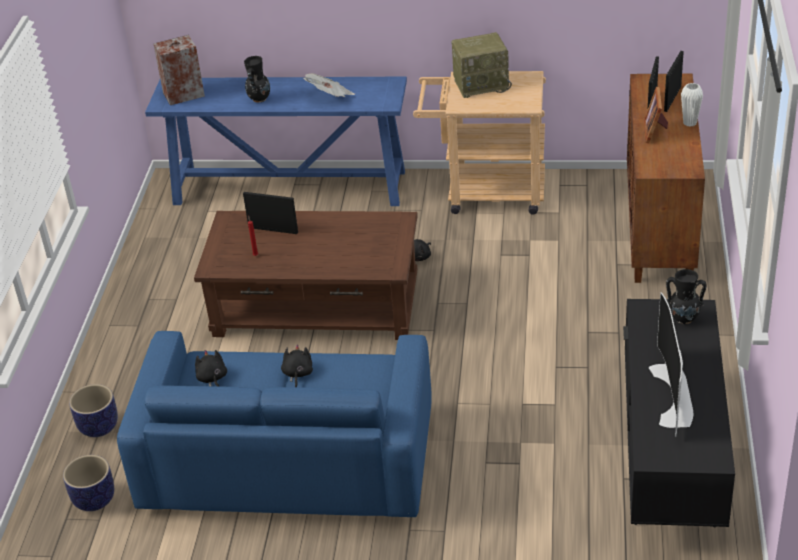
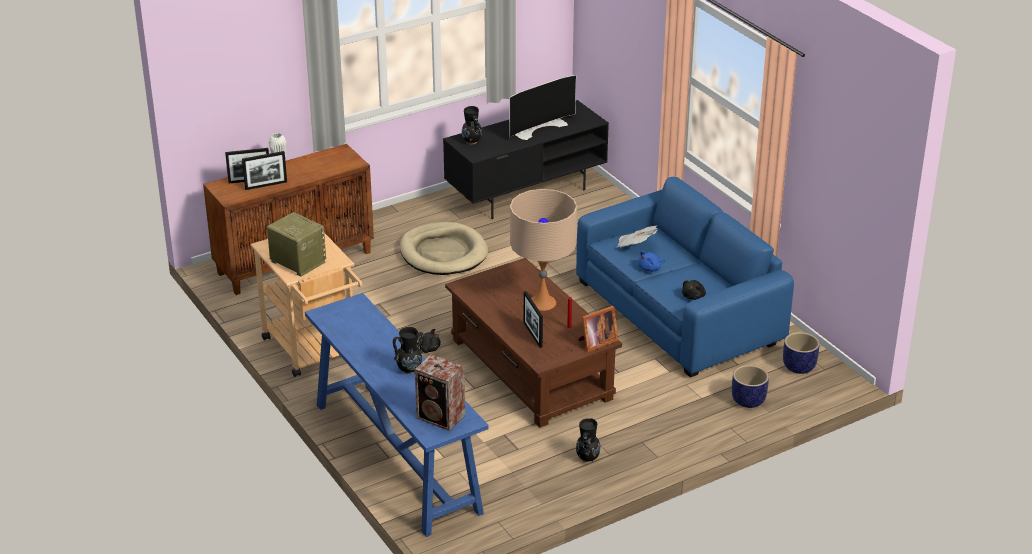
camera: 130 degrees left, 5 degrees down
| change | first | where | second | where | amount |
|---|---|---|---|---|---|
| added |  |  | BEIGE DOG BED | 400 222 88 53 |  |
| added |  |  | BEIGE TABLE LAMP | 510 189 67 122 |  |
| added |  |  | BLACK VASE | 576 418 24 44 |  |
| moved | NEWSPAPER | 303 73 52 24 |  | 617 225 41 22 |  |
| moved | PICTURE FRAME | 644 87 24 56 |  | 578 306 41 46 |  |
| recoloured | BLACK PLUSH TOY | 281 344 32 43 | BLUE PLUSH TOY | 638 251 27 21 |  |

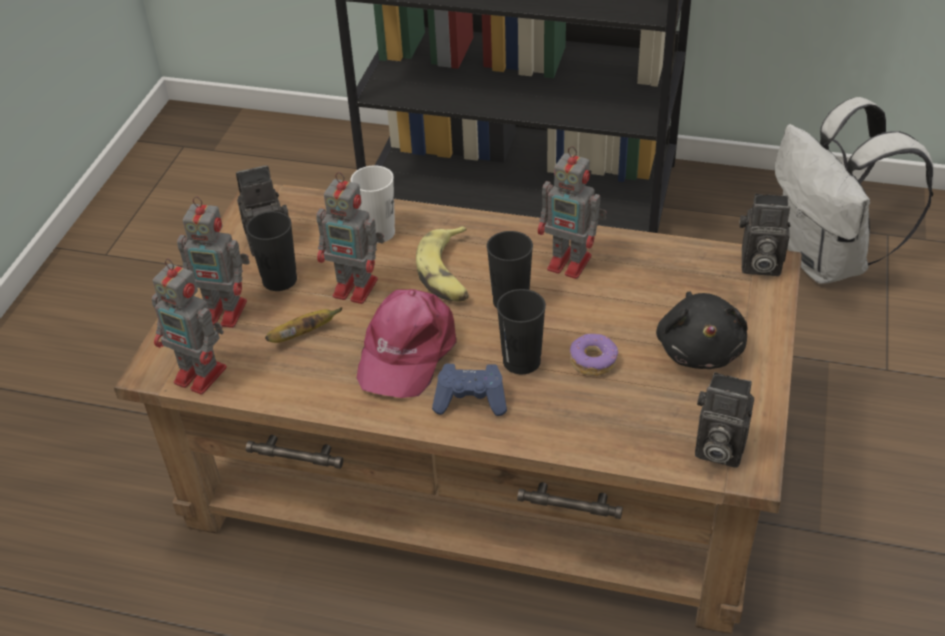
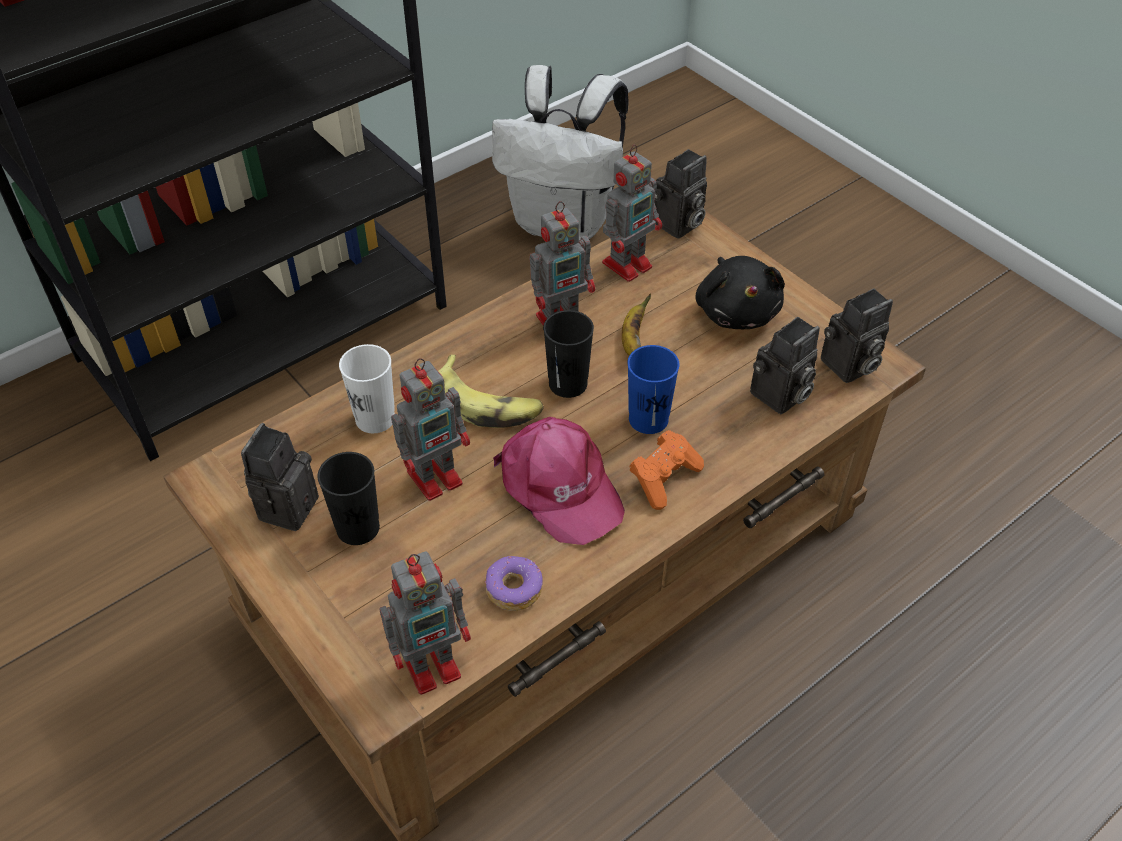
camera: 55 degrees left, 5 degrees up
| change | first | where | second | where | amount |
|---|---|---|---|---|---|
| added |  |  | PHOTO CAMERA | 750 317 70 97 |  |
| moved | TOY ROBOT | 177 196 73 132 |  | 602 145 60 137 |  |
| moved | BANANA | 265 307 78 36 |  | 622 294 29 62 |  |
| moved | DONUT | 570 334 49 42 |  | 485 556 58 55 |  |
| recoloured | BLUE GAME CONTROLLER | 432 364 75 52 | ORANGE GAME CONTROLLER | 629 430 75 80 |  |
| recoloured | BLACK CUP | 497 289 49 85 | BLUE CUP | 627 345 53 89 |  |
| turned | BLACK PLUSH TOY | 656 292 91 77 |  | 696 256 89 73 | 45 degrees clockwise |

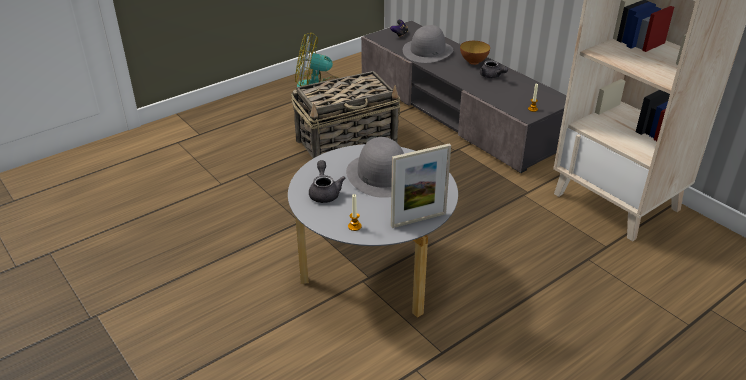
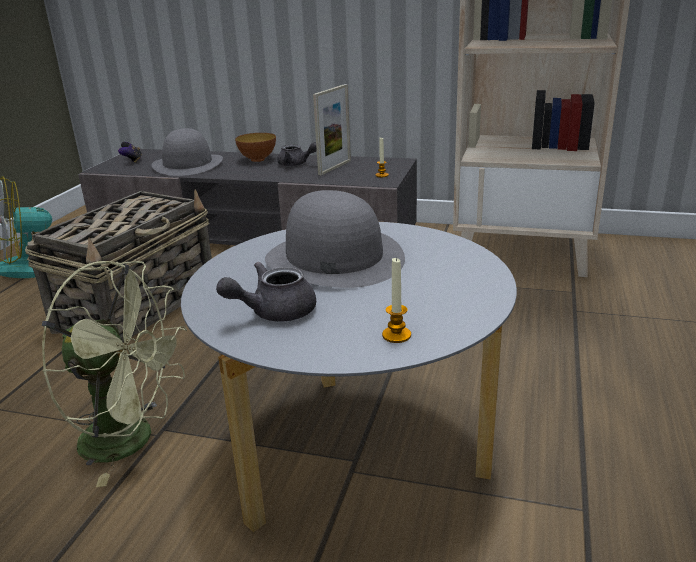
camera: 35 degrees left, 10 degrees down
| change | first | where | second | where | amount |
|---|---|---|---|---|---|
| added |  |  | GREEN FAN | 42 261 145 226 |  |
| moved | PICTURE FRAME | 391 143 60 85 |  | 313 84 38 91 |  |
| turned | GREY TEAPOT | 309 160 36 43 |  | 216 262 100 60 | 75 degrees counterclockwise |

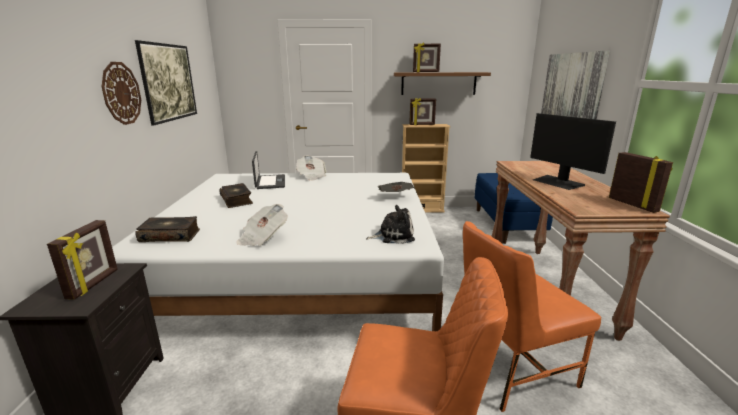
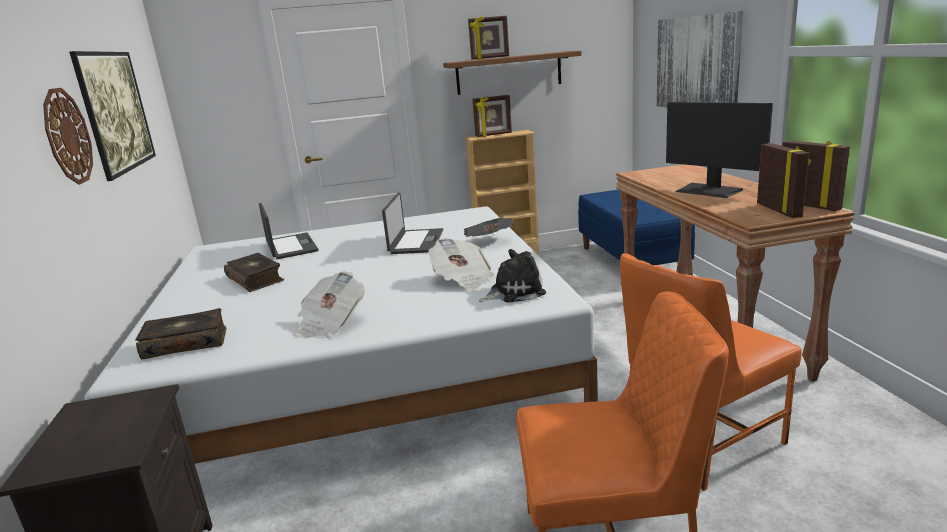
camera: 10 degrees left, 0 degrees up
| change | first | where | second | where | amount |
|---|---|---|---|---|---|
| added |  |  | LAPTOP | 382 192 61 62 |  |
| moved | PICTURE FRAME | 47 220 71 80 |  | 757 143 54 75 |  |
| moved | NEWSPAPER | 296 155 30 26 |  | 428 238 66 53 |  |

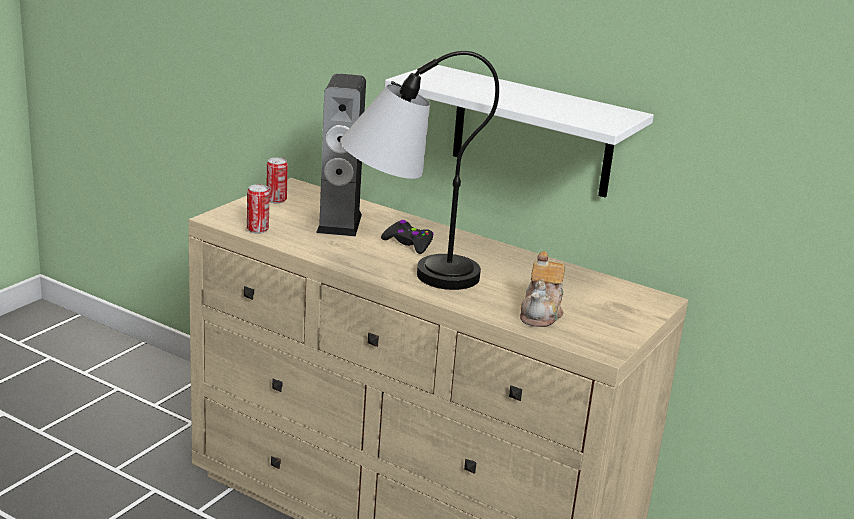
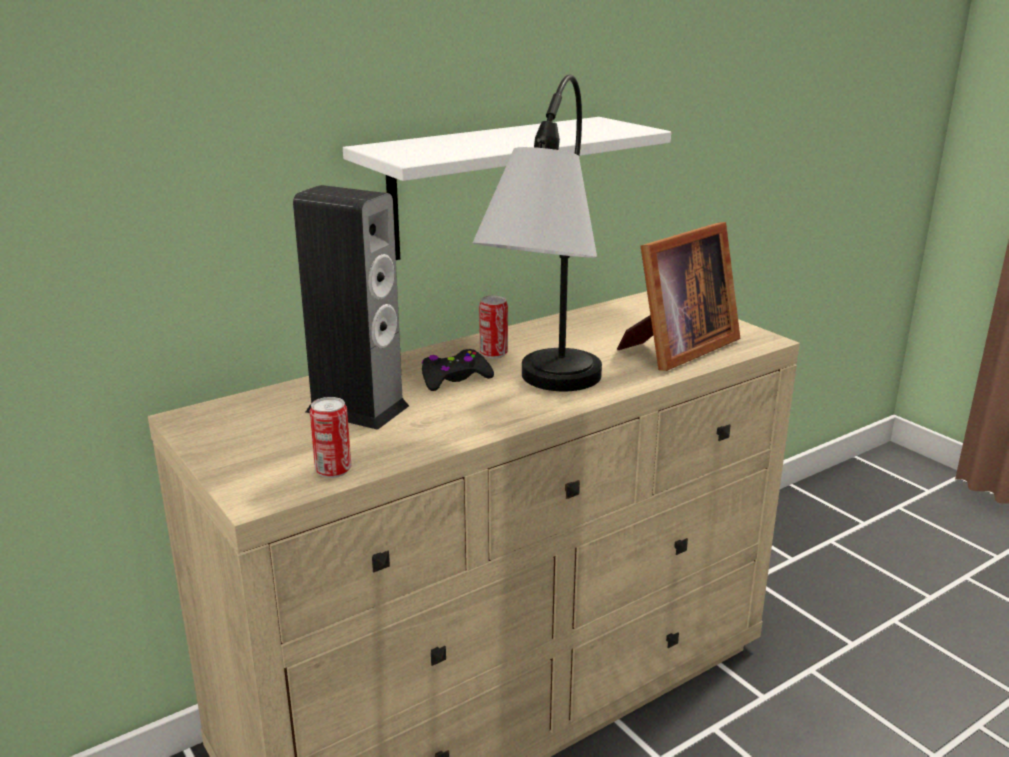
camera: 65 degrees left, 0 degrees up
| change | first | where | second | where | amount |
|---|---|---|---|---|---|
| moved | CAN | 267 158 21 46 |  | 479 295 29 63 |  |
| replaced | TEAPOT | 520 251 45 76 | PICTURE FRAME | 617 222 123 149 |  |

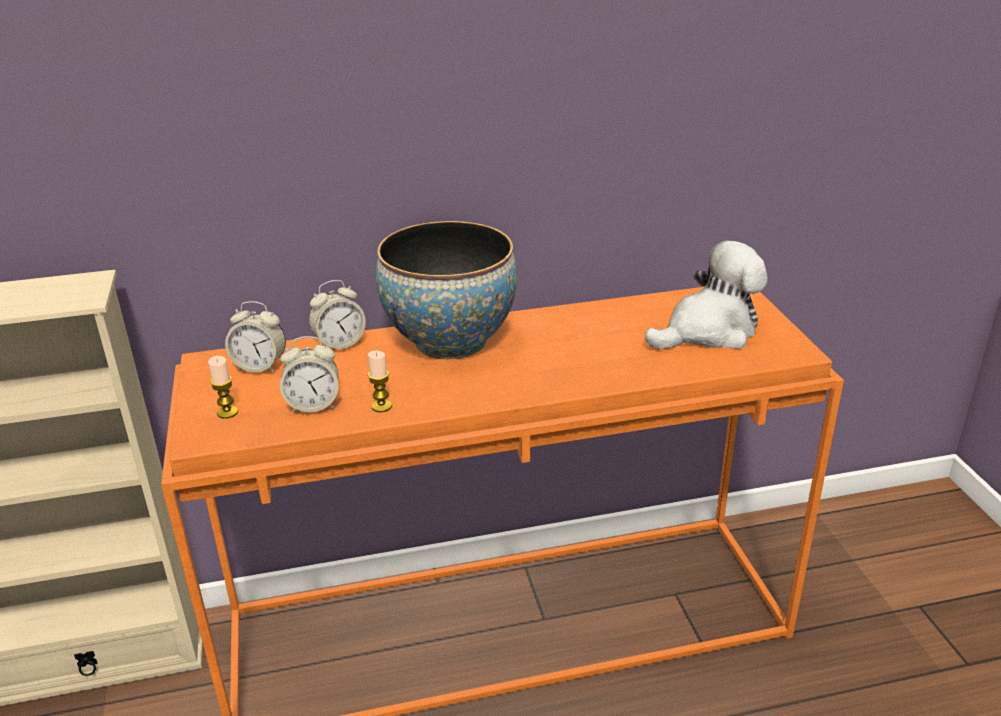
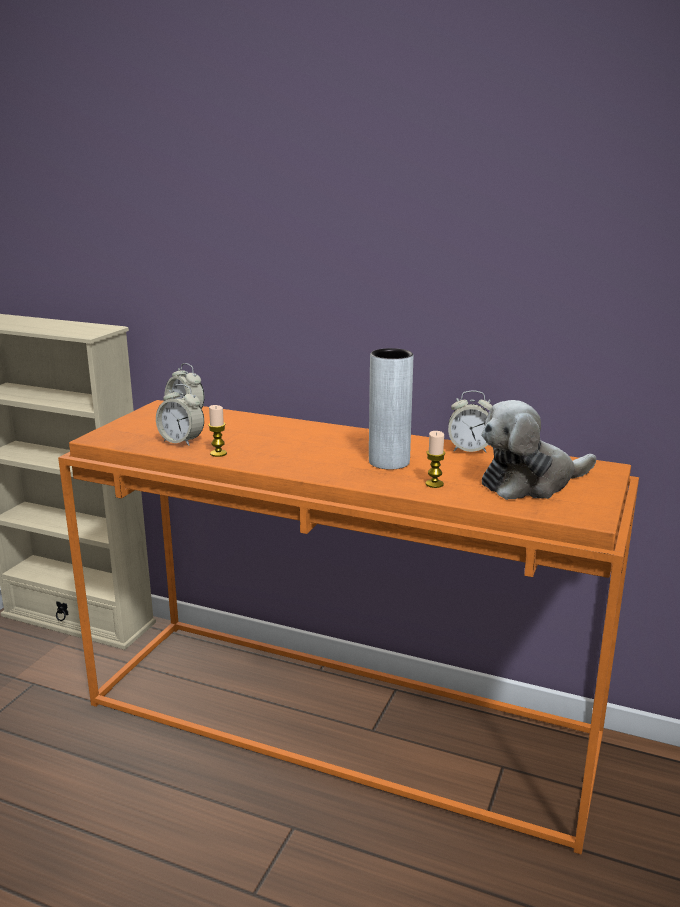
camera: 35 degrees right, 10 degrees down
| change | first | where | second | where | amount |
|---|---|---|---|---|---|
| removed | BOWL | 376 221 141 138 |  |  |  |
| added |  |  | GREY VASE | 369 348 44 122 |  |
| moved | CANDLE | 208 356 30 63 |  | 426 431 19 57 |  |
| moved | ALARM CLOCK | 309 280 57 69 |  | 448 391 44 61 |  |
| turned | PLUSH TOY | 645 241 123 108 |  | 482 400 114 100 | 150 degrees clockwise |

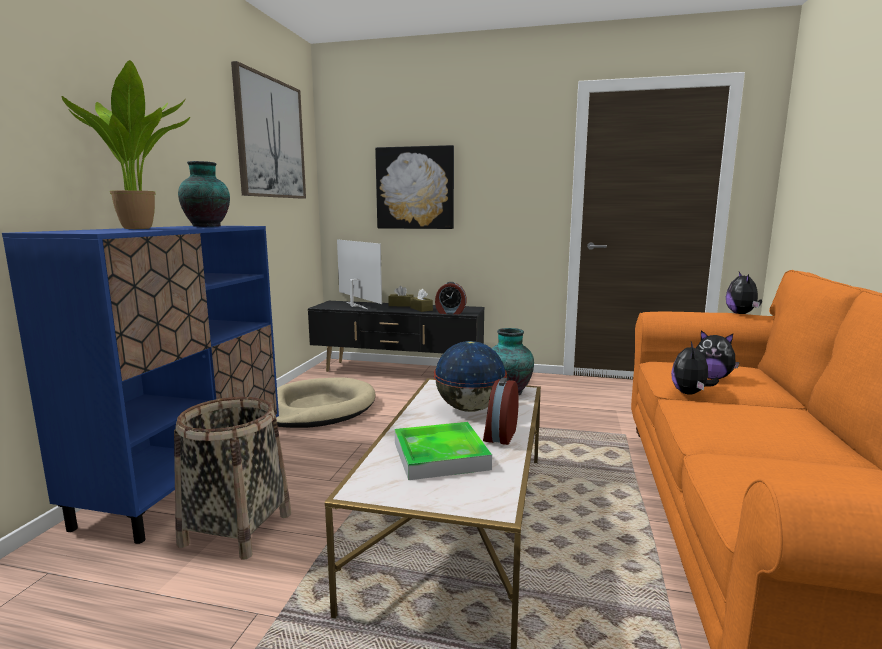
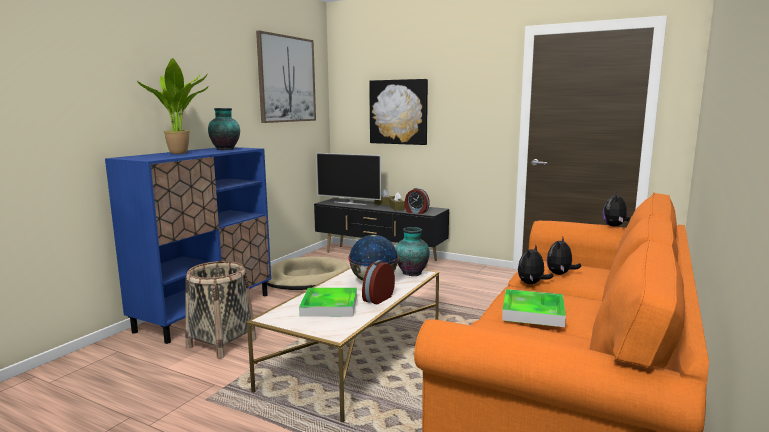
camera: 15 degrees right, 0 degrees up
| change | first | where | second | where | amount |
|---|---|---|---|---|---|
| added |  |  | TRAY | 502 289 64 38 |  |
| turned | TELEVISION | 337 239 45 70 |  | 316 153 65 52 | 135 degrees clockwise |
| turned | PLUSH TOY | 696 330 44 49 |  | 547 237 34 38 | 75 degrees clockwise |

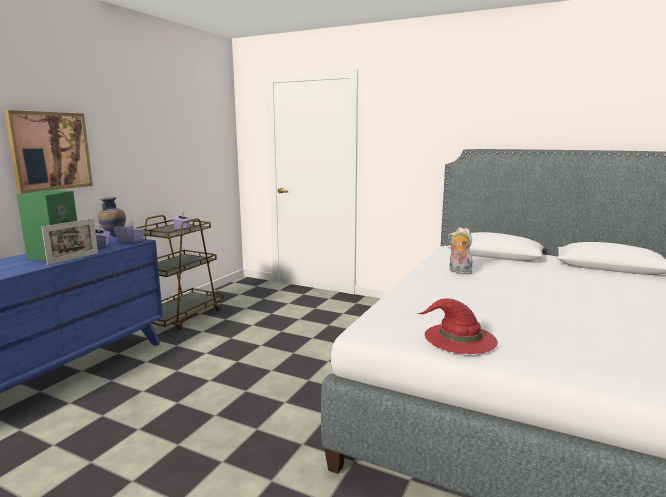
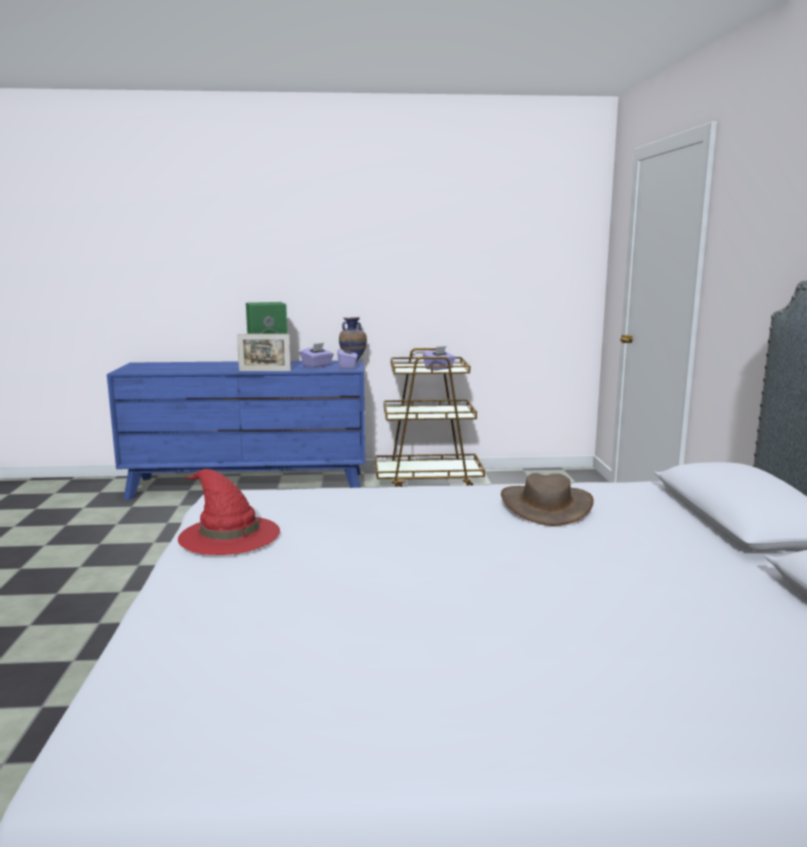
camera: 60 degrees right, 0 degrees up
| change | first | where | second | where | amount |
|---|---|---|---|---|---|
| removed | PICTURE | 4 110 89 83 |  |  |  |
| replaced | PLUSH TOY | 448 227 25 48 | BROWN HAT | 501 473 93 53 |  |

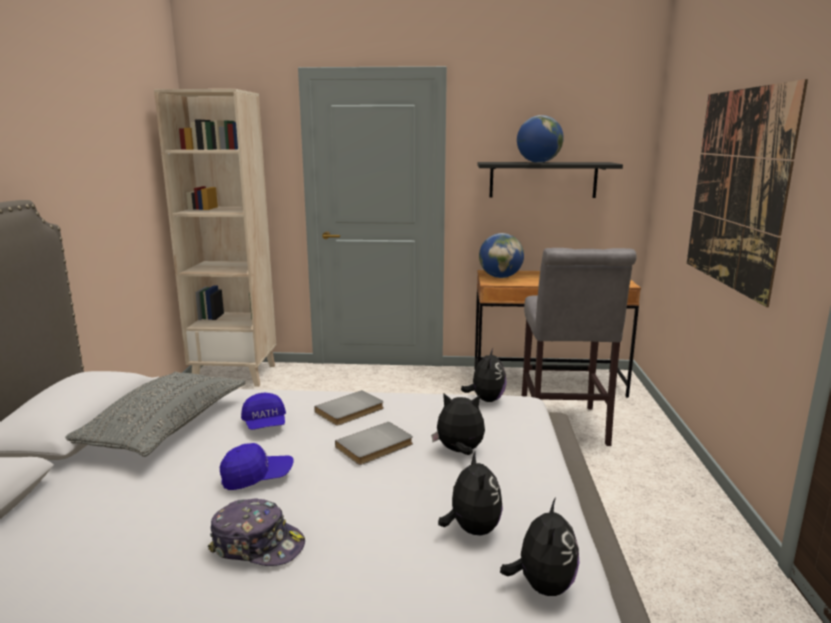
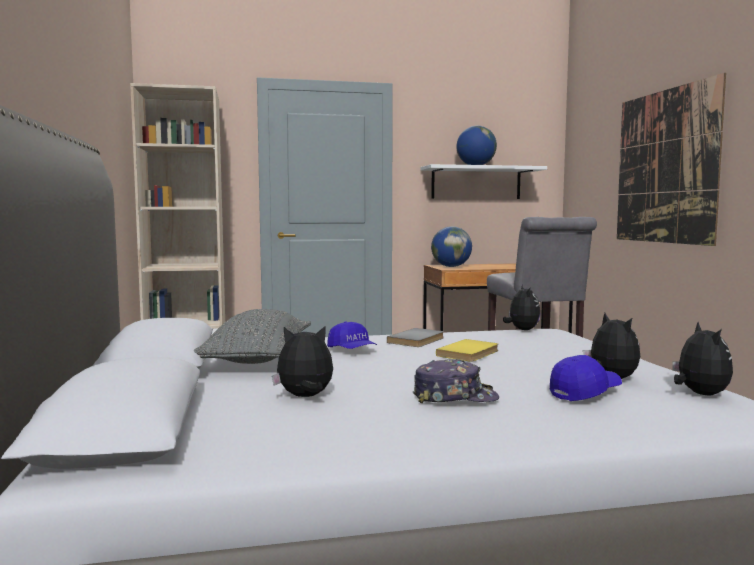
camera: 15 degrees left, 10 degrees down
| change | first | where | second | where | amount |
|---|---|---|---|---|---|
| moved | BLUE CAP | 220 443 74 47 |  | 550 355 72 46 |  |
| moved | PLUSH TOY | 431 393 54 62 |  | 272 326 61 71 |  |
| recoloured | GREY BOOK | 335 422 78 43 | YELLOW BOOK | 436 339 62 23 |  |
| recoloured | BLACK SHELF | 477 162 146 36 | WHITE SHELF | 421 164 126 35 |  |

